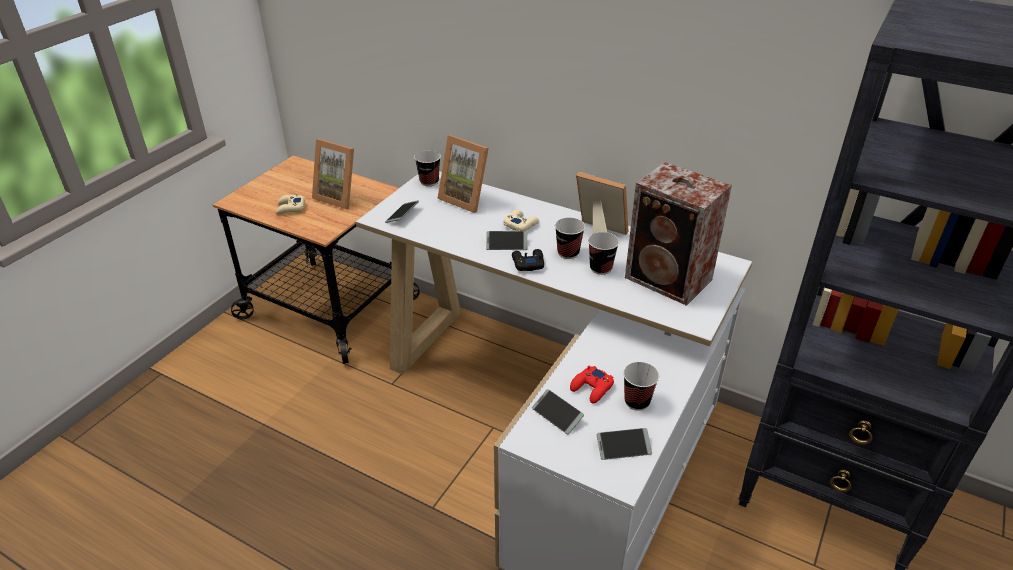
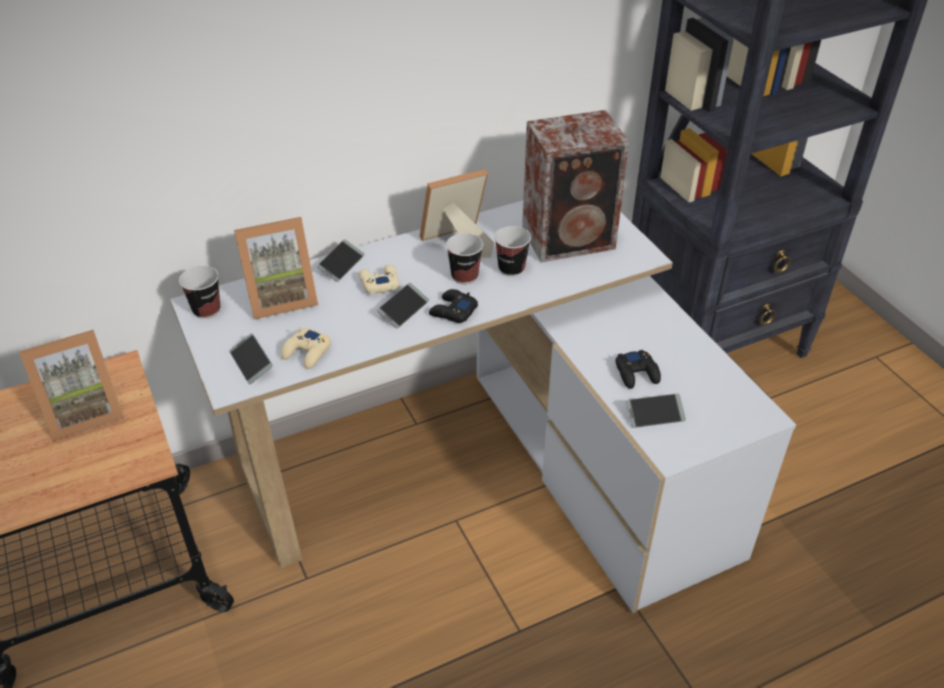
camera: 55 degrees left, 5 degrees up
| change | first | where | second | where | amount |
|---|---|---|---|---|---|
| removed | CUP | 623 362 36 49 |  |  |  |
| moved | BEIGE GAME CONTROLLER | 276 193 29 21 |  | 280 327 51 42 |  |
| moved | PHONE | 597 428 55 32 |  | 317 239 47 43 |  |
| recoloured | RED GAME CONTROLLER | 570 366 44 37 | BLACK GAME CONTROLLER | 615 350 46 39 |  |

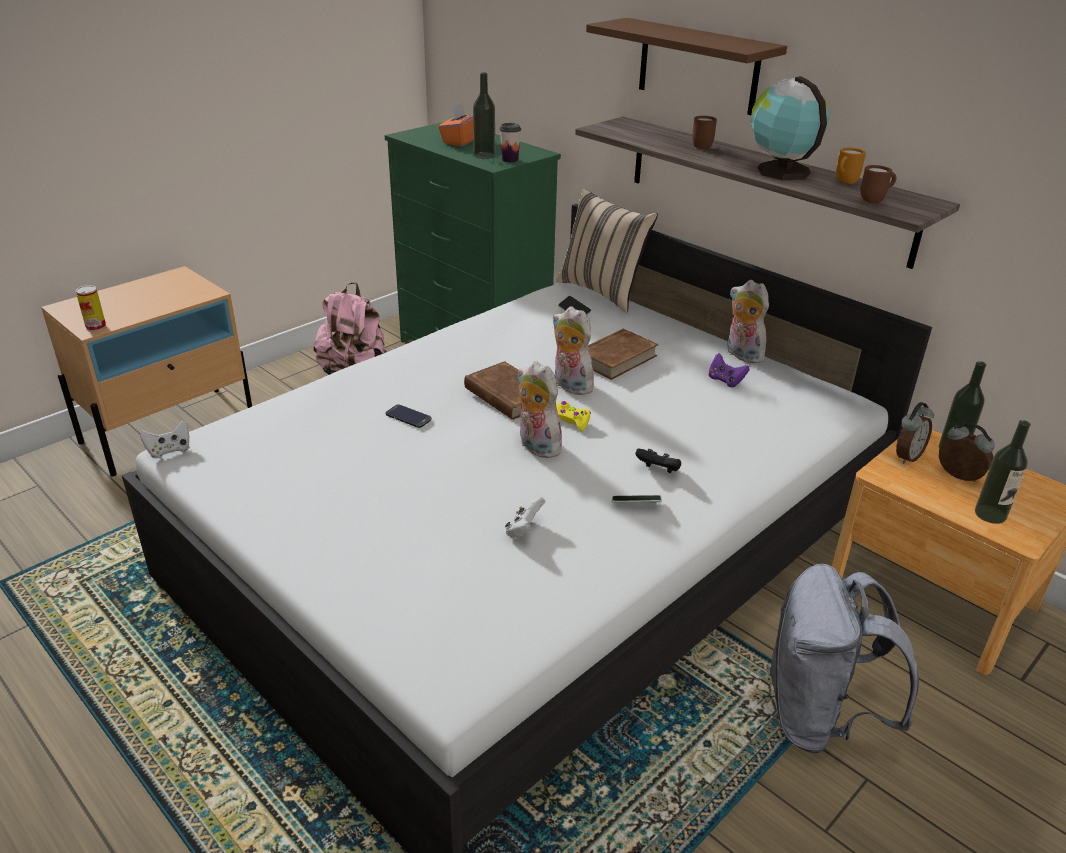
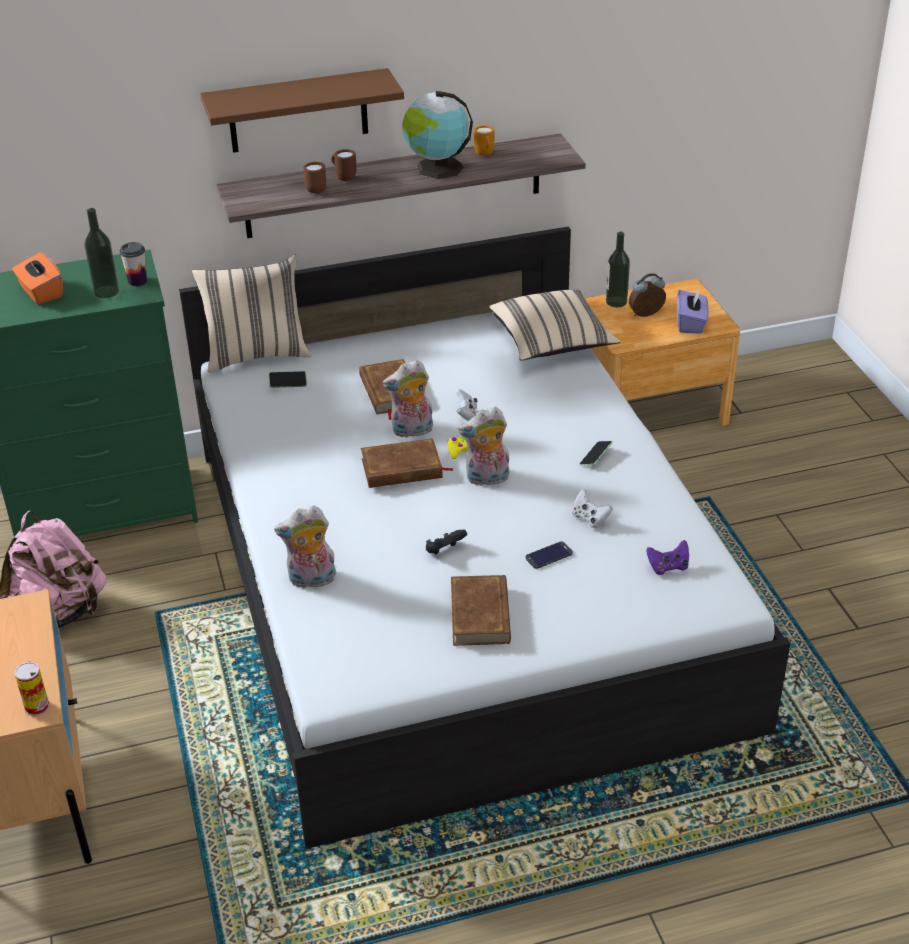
camera: 60 degrees left, 5 degrees up
| change | first | where | second | where | amount |
|---|---|---|---|---|---|
| removed | GREY BACKPACK | 767 564 152 189 |  |  |  |
| removed | ALARM CLOCK | 896 402 38 62 |  |  |  |
| added |  |  | BROWN BOOK | 451 575 60 71 |  |
| added |  |  | BEIGE PILLOW | 489 289 131 72 |  |
| moved | WHITE GAME CONTROLLER | 140 420 49 38 |  | 456 389 21 32 |  |
| moved | PHONE | 385 404 47 24 |  | 525 541 48 28 |  |
| moved | BLACK GAME CONTROLLER | 635 449 46 24 |  | 426 529 41 26 |  |
| moved | PURPLE GAME CONTROLLER | 708 353 42 34 |  | 646 540 43 35 |  |
| moved | PLUSH TOY | 727 280 42 83 |  | 274 505 62 84 |  |
| moved | BROWN MUG | 860 165 37 39 |  | 303 162 23 32 |  |
| replaced | BOTTLE | 975 420 56 104 | PURPLE TISSUE BOX | 677 290 31 44 |  |

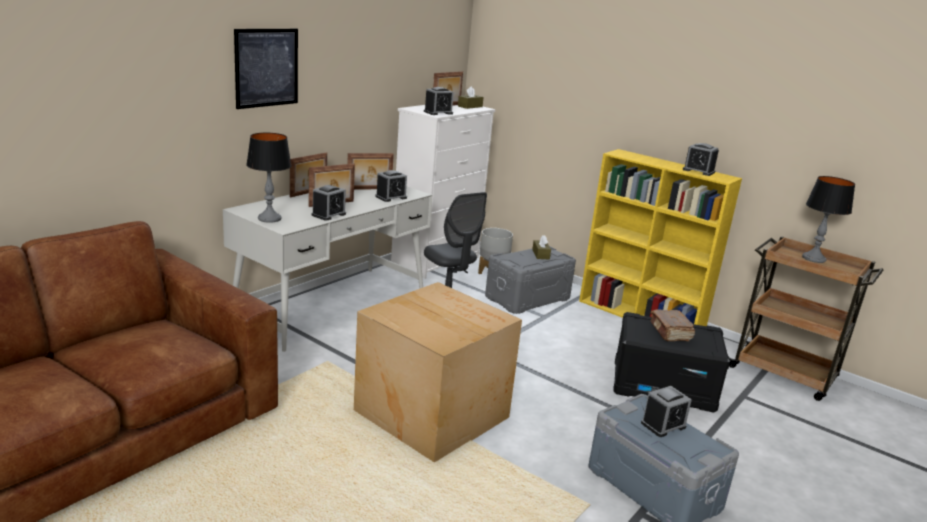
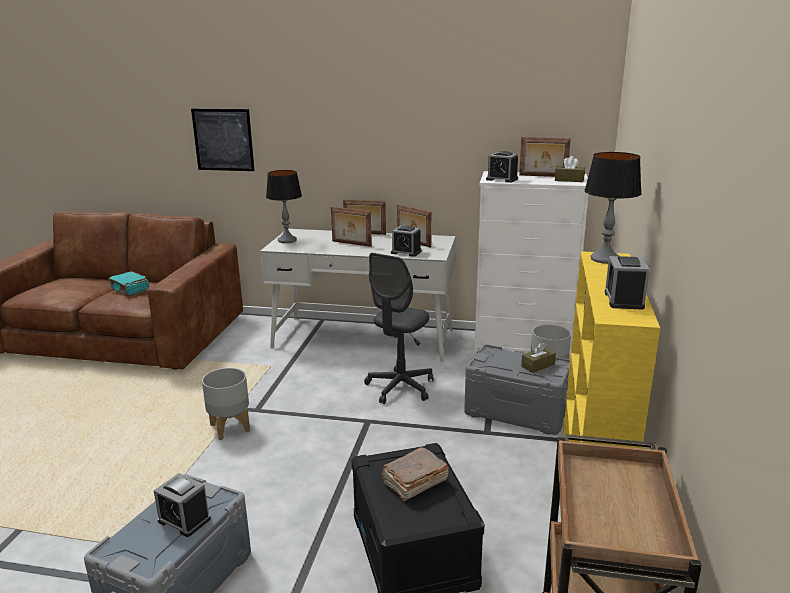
camera: 65 degrees right, 0 degrees up
| change | first | where | second | where | amount |
|---|---|---|---|---|---|
| removed | ALARM CLOCK | 312 185 34 36 |  |  |  |
| added |  |  | TURQUOISE BOOK | 108 271 41 25 |  |
| moved | PICTURE | 234 29 64 80 |  | 191 109 64 62 |  |
| moved | TABLE LAMP | 802 176 53 87 |  | 584 152 58 112 |  |
| replaced | CARDBOARD BOX | 354 282 168 181 | GREY PLANTER | 202 368 48 72 |  |

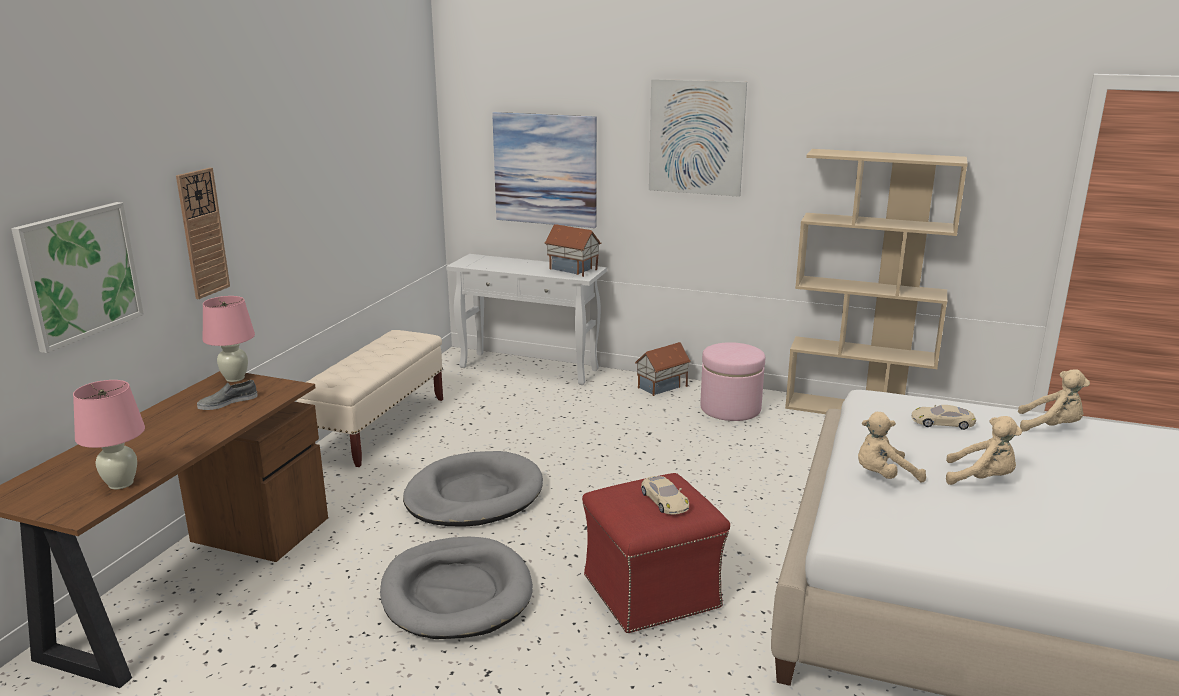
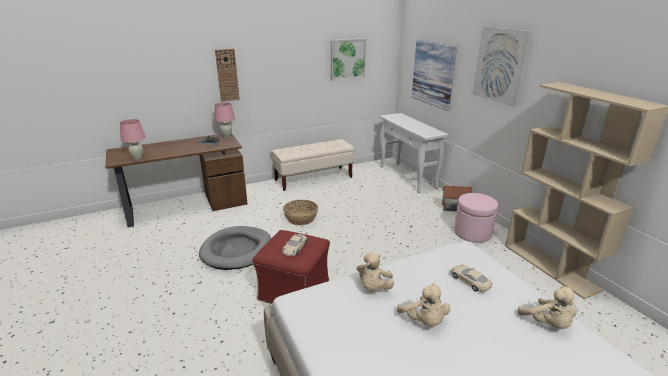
camera: 45 degrees right, 5 degrees up
| change | first | where | second | where | amount |
|---|---|---|---|---|---|
| removed | TOY HOUSE | 545 224 56 53 |  |  |  |
| moved | PICTURE | 11 202 133 151 |  | 331 38 36 43 |  |
| replaced | GREY DOG BED | 403 451 140 76 | BASKET | 283 200 35 25 |  |
| turned | BEIGE PLUSH TOY | 858 412 68 70 |  | 356 253 38 38 | 105 degrees counterclockwise |

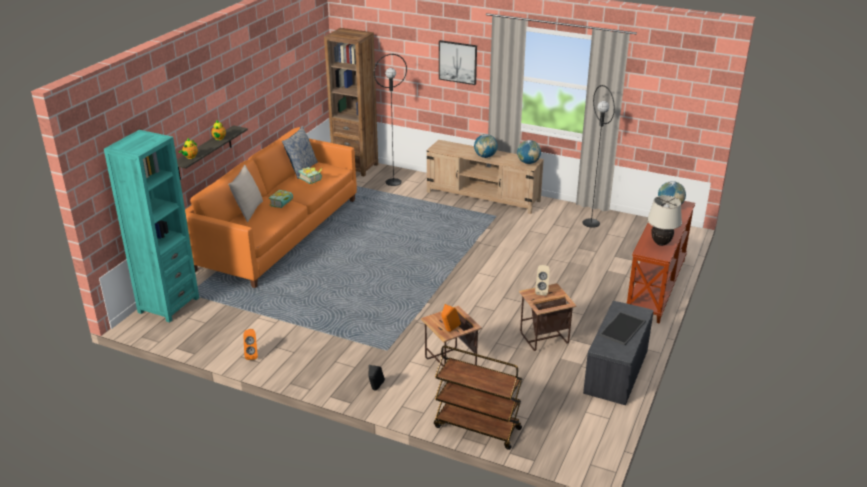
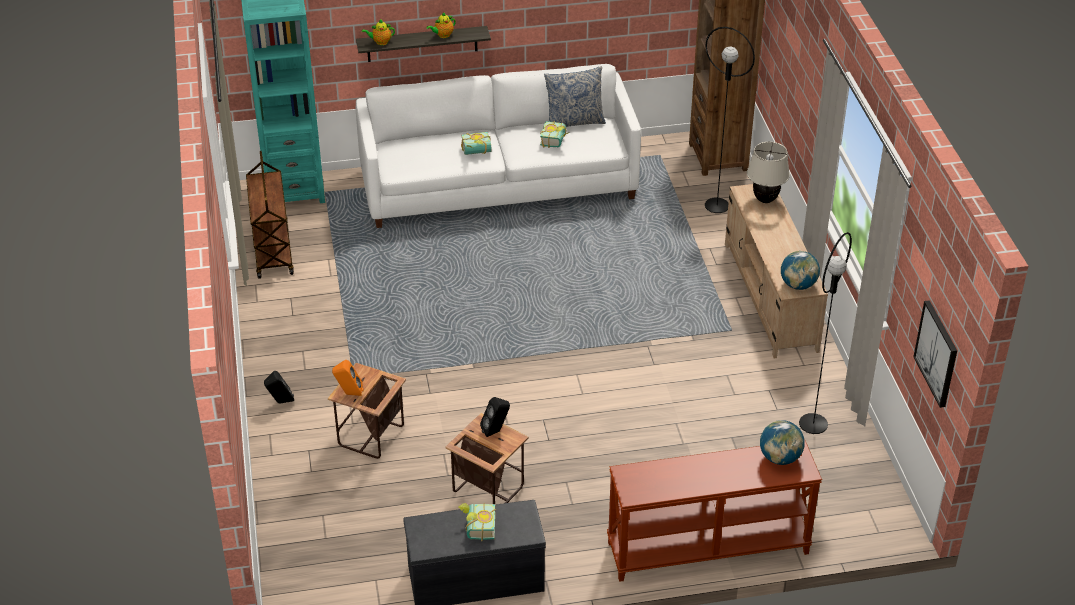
camera: 55 degrees right, 10 degrees up
| change | first | where | second | where | amount |
|---|---|---|---|---|---|
| removed | BEIGE PILLOW | 228 165 35 57 |  |  |  |
| removed | ORANGE SPEAKER | 243 329 15 31 |  |  |  |
| removed | GLOBE | 474 134 24 24 |  |  |  |
| moved | BROWN CART | 434 346 88 104 |  | 246 151 48 128 |  |
| moved | PICTURE | 439 40 38 45 |  | 913 300 44 108 |  |
| moved | BEIGE TABLE LAMP | 647 195 35 51 |  | 747 142 43 61 |  |
| replaced | TRAY | 599 311 47 34 | BOOK | 458 503 38 38 |  |
| recoloured | ORANGE SOFA | 185 127 172 161 | WHITE SOFA | 356 64 285 164 |  |
| recoloured | BEIGE SPEAKER | 535 265 15 31 | BLACK SPEAKER | 480 397 30 40 |  |

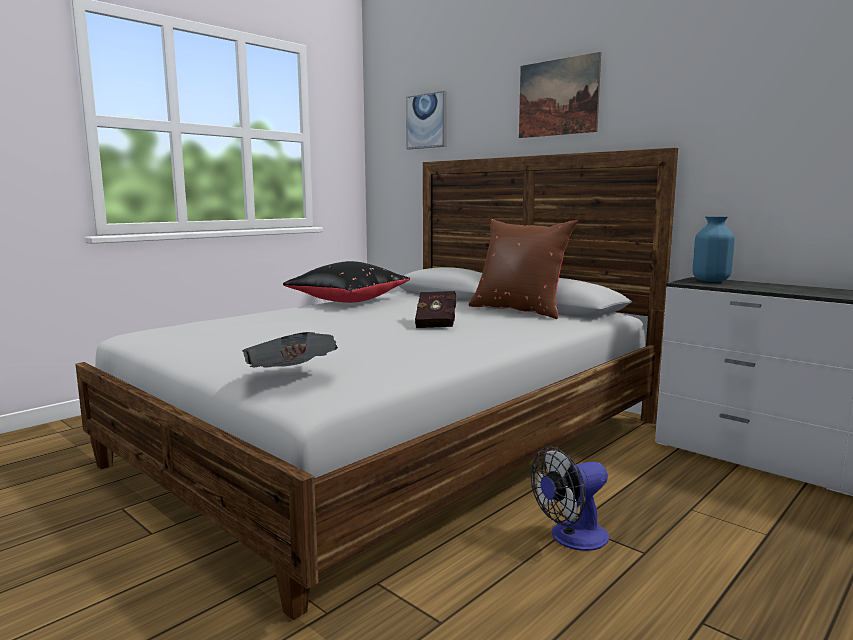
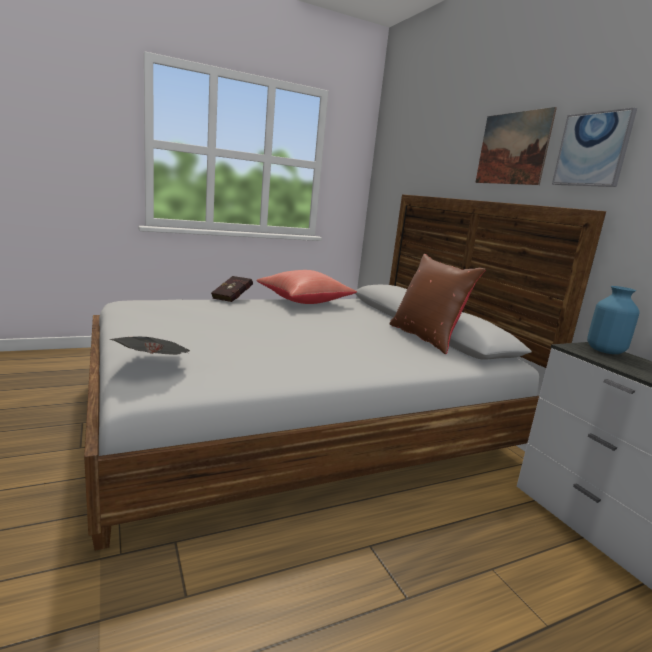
camera: 20 degrees right, 5 degrees up
| change | first | where | second | where | amount |
|---|---|---|---|---|---|
| removed | FAN | 531 447 78 104 |  |  |  |
| moved | PICTURE | 406 91 41 59 |  | 552 108 85 79 |  |
| moved | RED BOOK | 415 291 41 37 |  | 211 276 42 26 |  |
| recoloured | BLACK PILLOW | 283 261 127 42 | RED PILLOW | 256 270 101 34 |  |

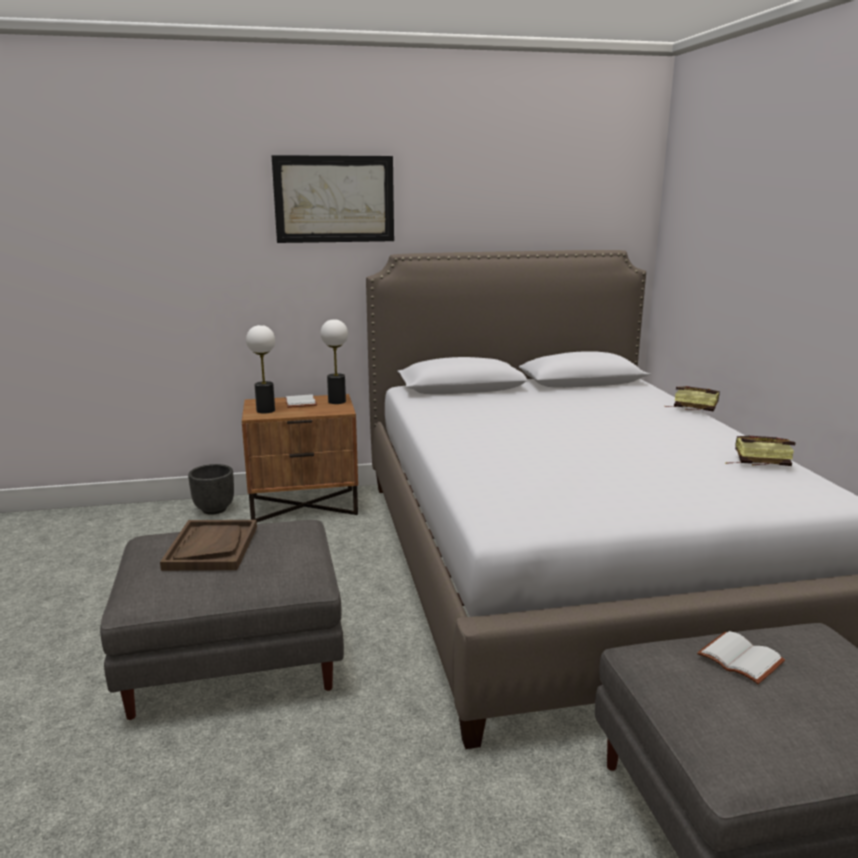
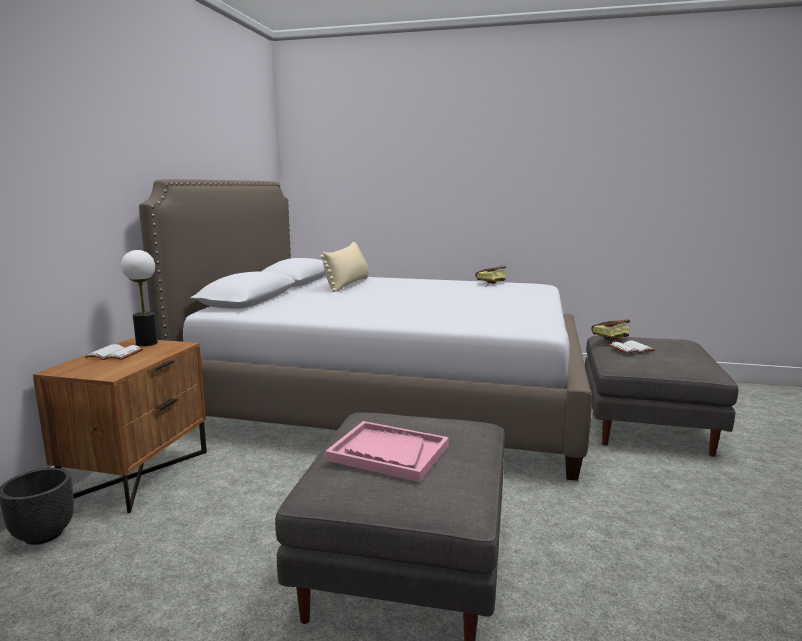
camera: 65 degrees left, 5 degrees down
| change | first | where | second | where | amount |
|---|---|---|---|---|---|
| removed | TABLE LAMP | 246 325 29 88 |  |  |  |
| removed | PICTURE | 272 155 122 88 |  |  |  |
| added |  |  | BEIGE PILLOW | 320 242 49 50 |  |
| moved | BOOK | 664 386 56 26 |  | 591 319 39 25 |  |
| recoloured | BROWN TRAY | 160 520 97 51 | PINK TRAY | 325 421 124 61 |  |

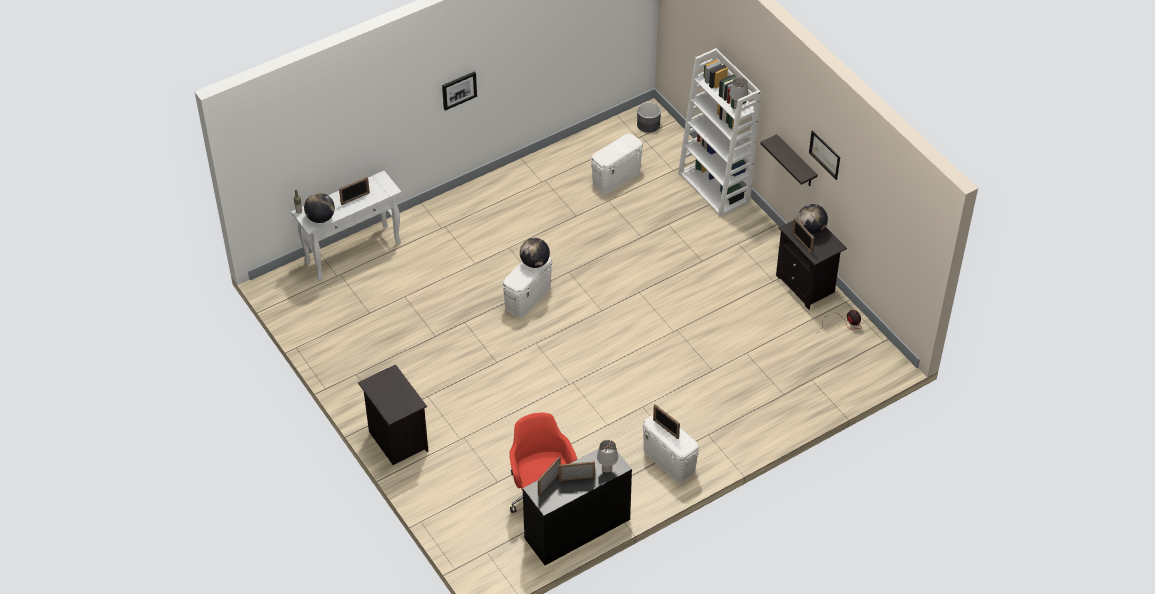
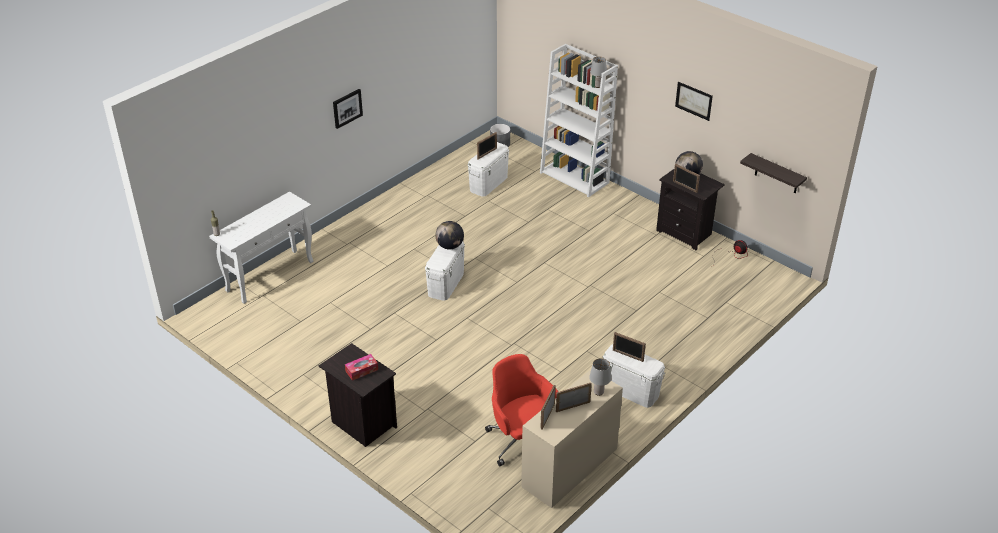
camera: 15 degrees left, 10 degrees down
| change | first | where | second | where | amount |
|---|---|---|---|---|---|
| removed | GLOBE | 304 193 31 30 |  |  |  |
| added |  |  | TISSUE BOX | 345 354 33 27 |  |
| moved | PICTURE FRAME | 339 177 31 28 |  | 477 132 20 27 |  |
| moved | SHELF | 761 134 57 52 |  | 740 153 67 40 |  |
| recoloured | BLACK DESK | 523 449 109 116 | BEIGE DESK | 521 370 102 138 |  |

